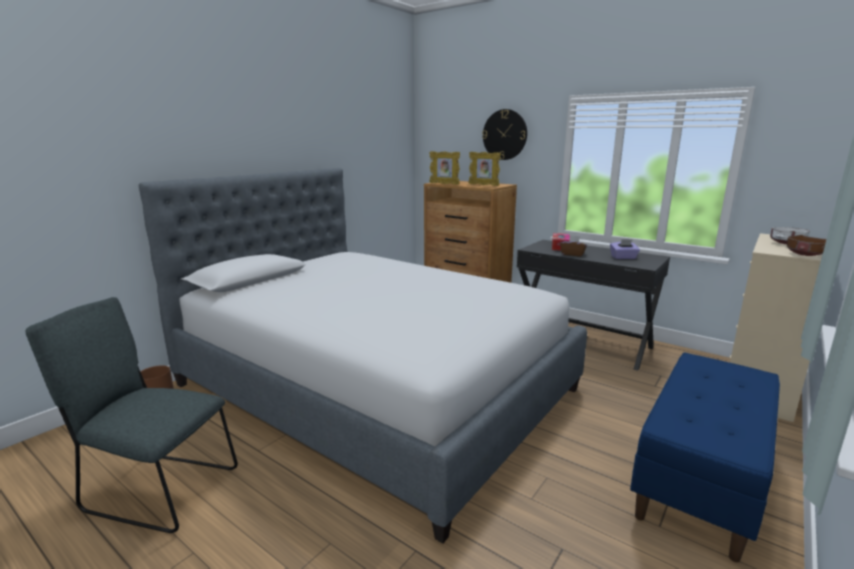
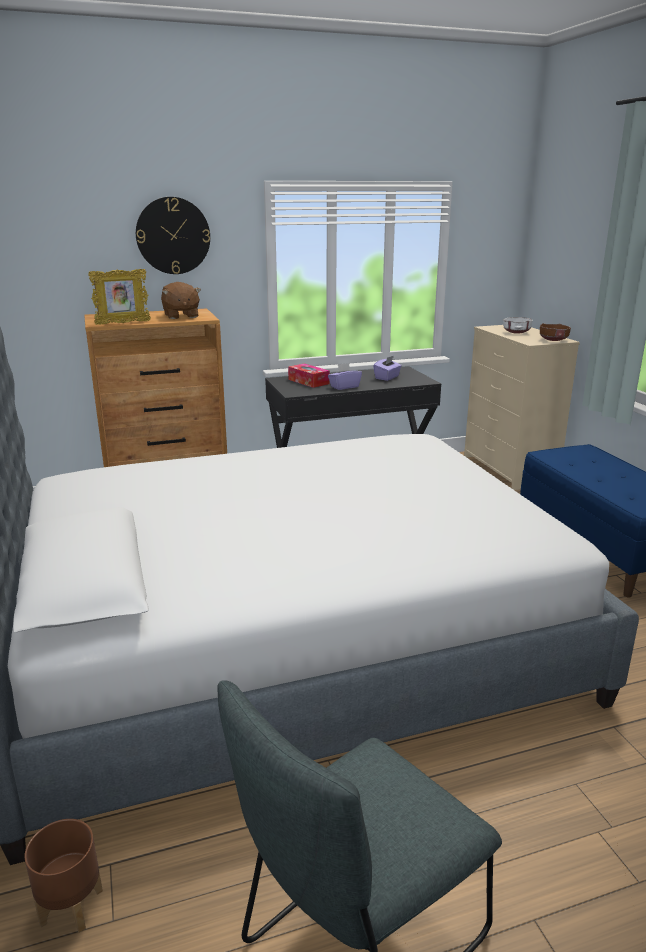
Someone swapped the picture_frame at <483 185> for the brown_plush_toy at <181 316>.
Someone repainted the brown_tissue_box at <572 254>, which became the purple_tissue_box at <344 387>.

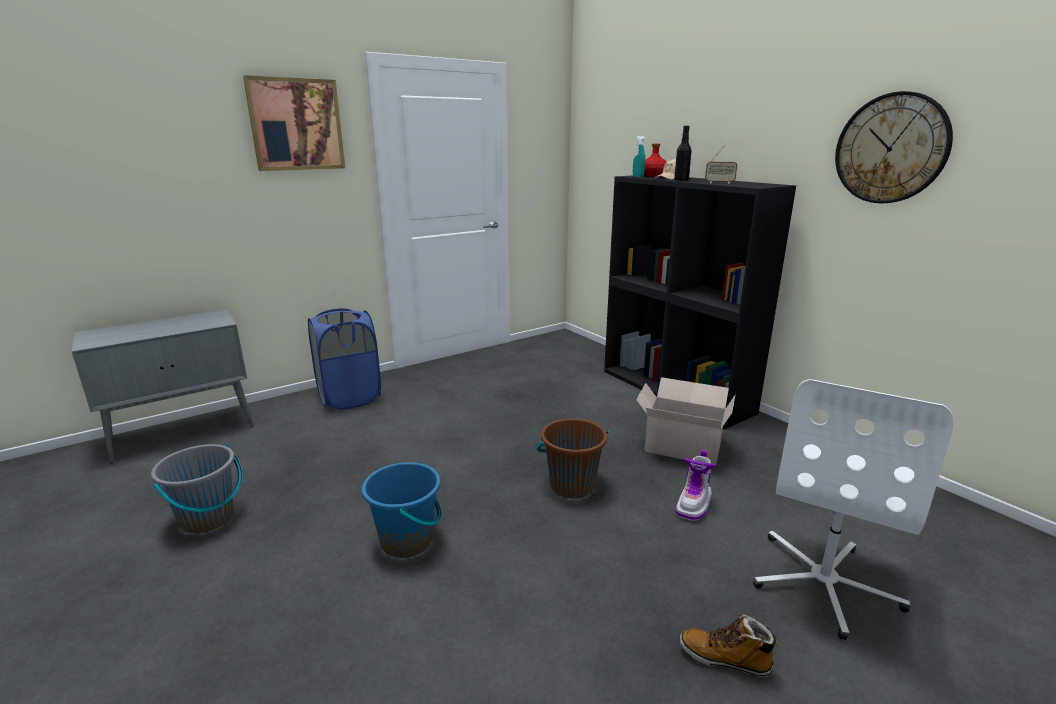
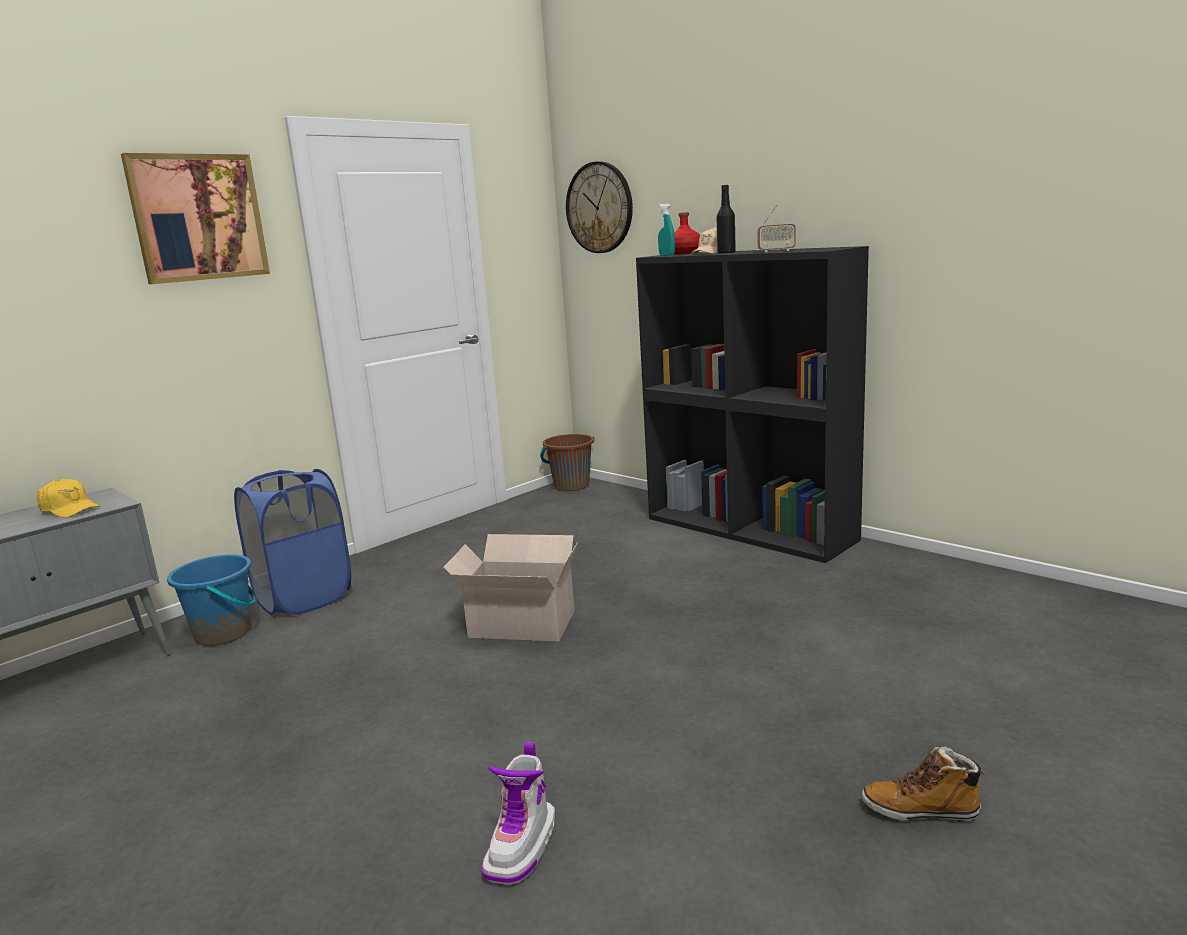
Someone took away the grey_bucket at <207 518>.
Someone carried the blue_bucket from <407 540> to <224 633>.
Someone carried the brown_bucket from <572 485> to <571 486>.
Someone carried the cardboard_box from <680 446> to <519 624>.
Someone carried the boot from <694 504> to <522 847>.
Someone took away the white_office_chair at <824 582>.
Someone carried the wall_clock from <891 149> to <599 208>.
Someone put down the yellow_cap at <69 509>.

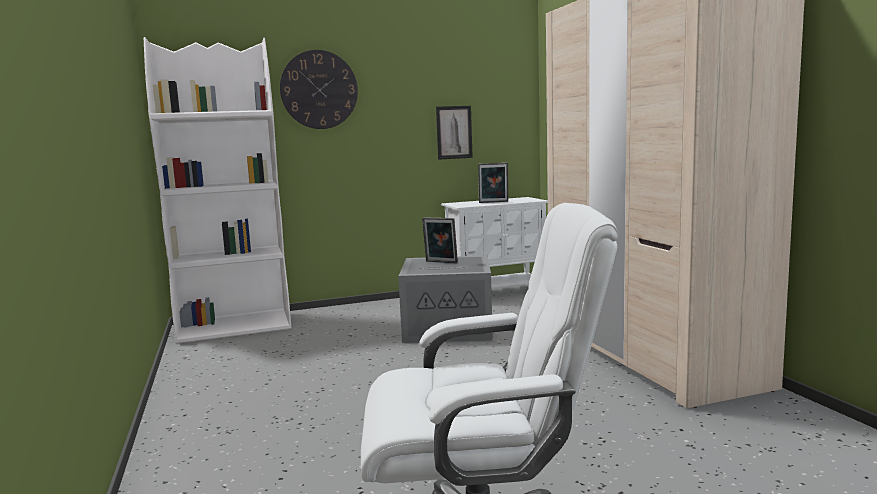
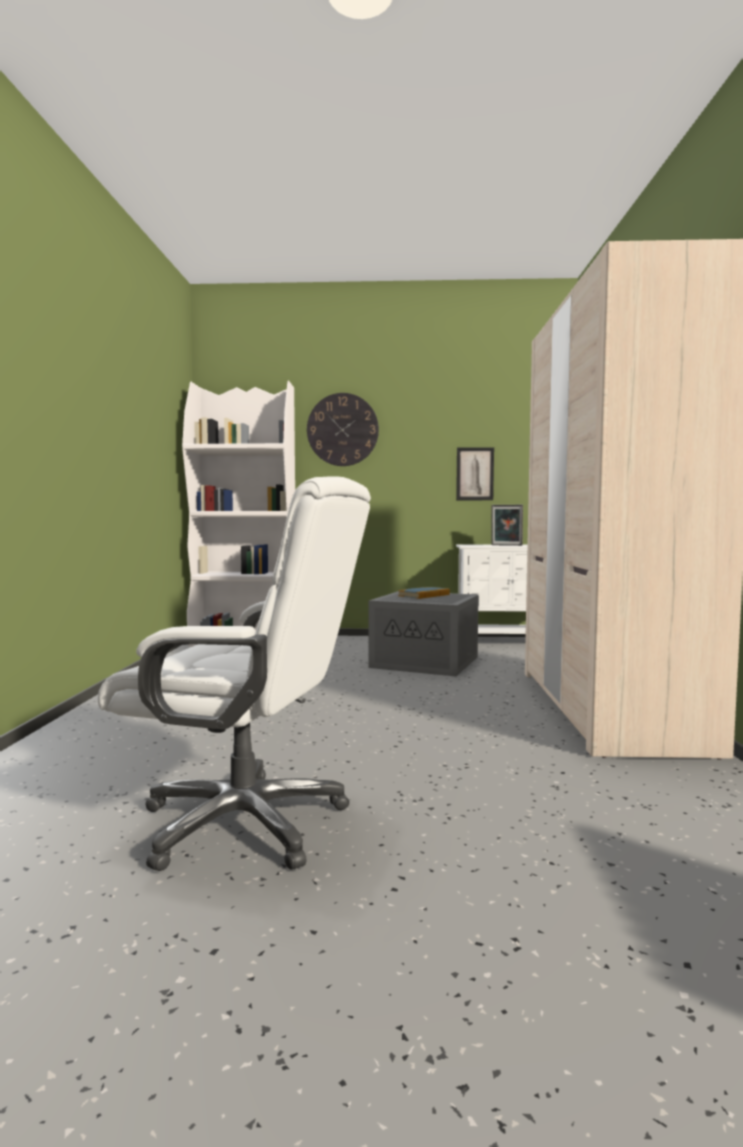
Someone swapped the picture_frame at <440 262> for the book at <424 595>.

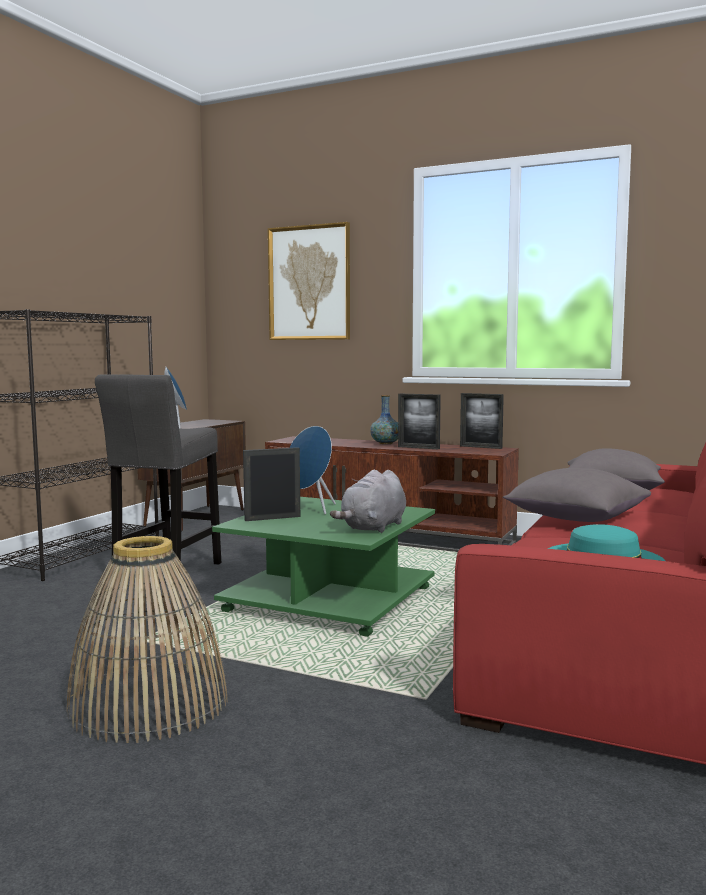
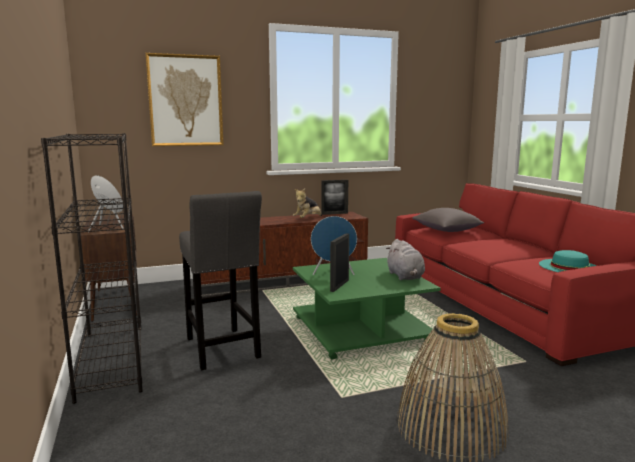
Someone took away the vase at <386 443>.
Someone swapped the picture_frame at <418 448> for the plush_toy at <308 219>.
Someone took away the grey_pillow at <576 518>.

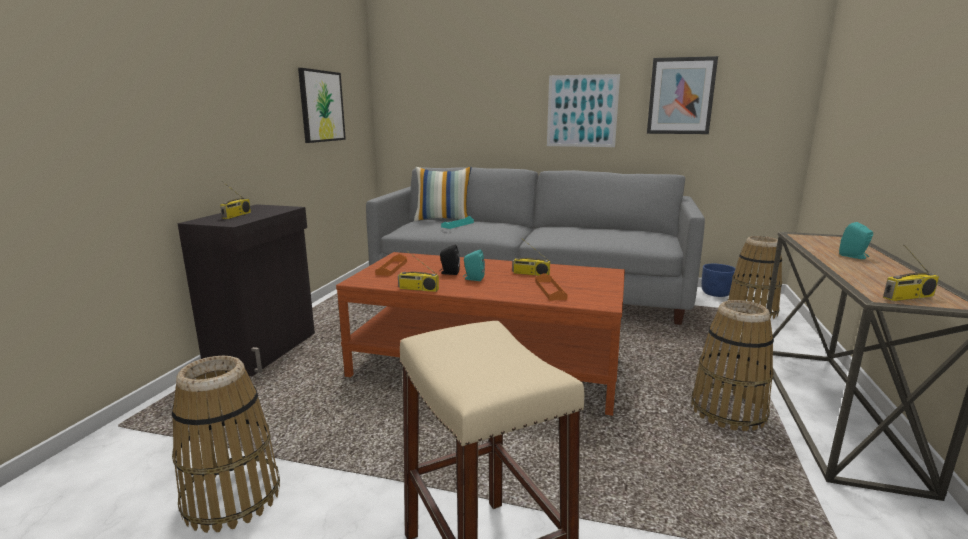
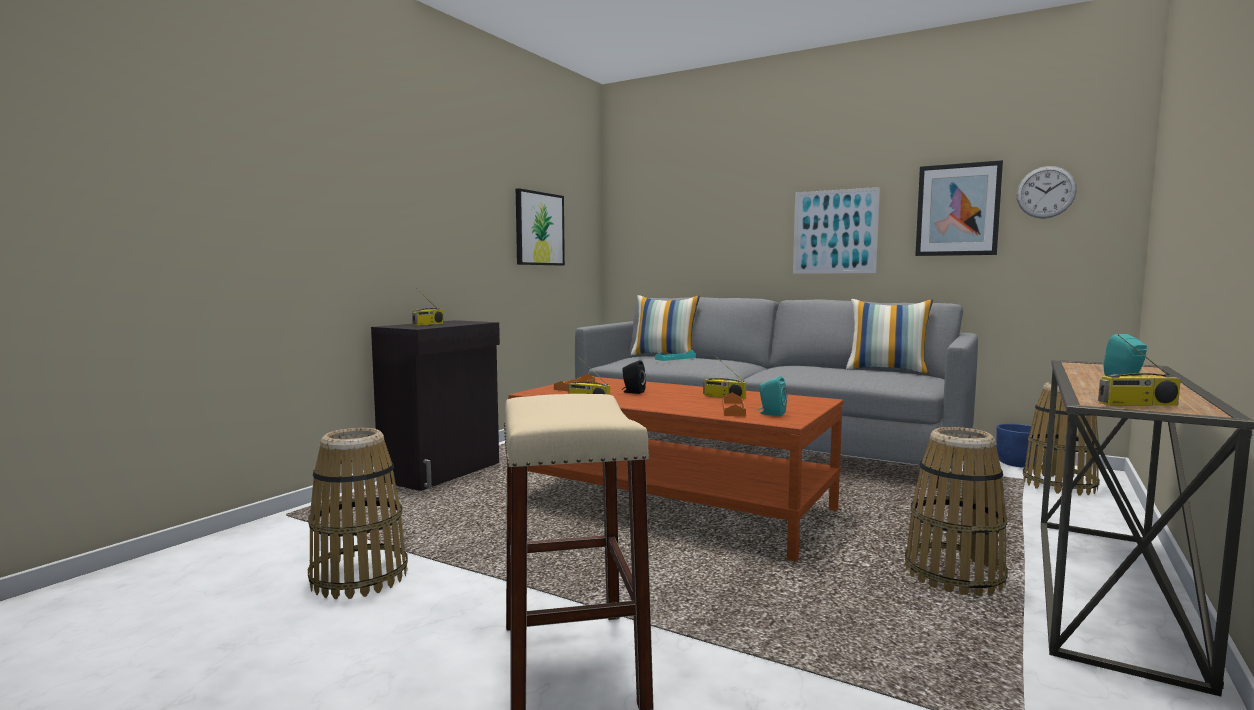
Someone carried the turquoise_speaker from <473 279> to <771 414>.
Someone put down the pillow at <887 370>.
Someone put up the wall_clock at <1046 192>.

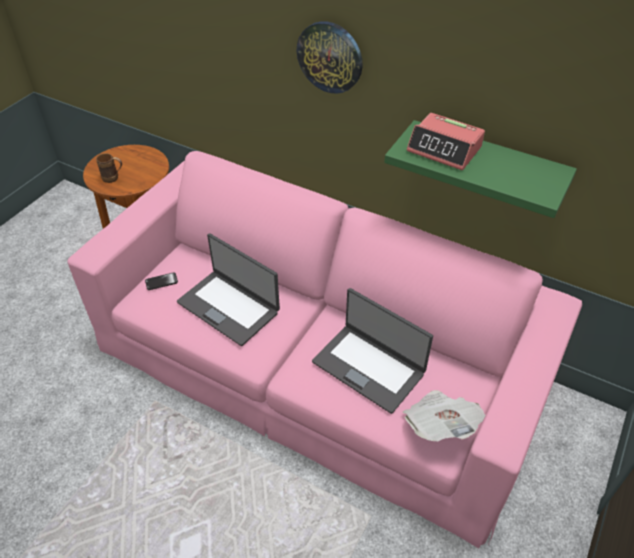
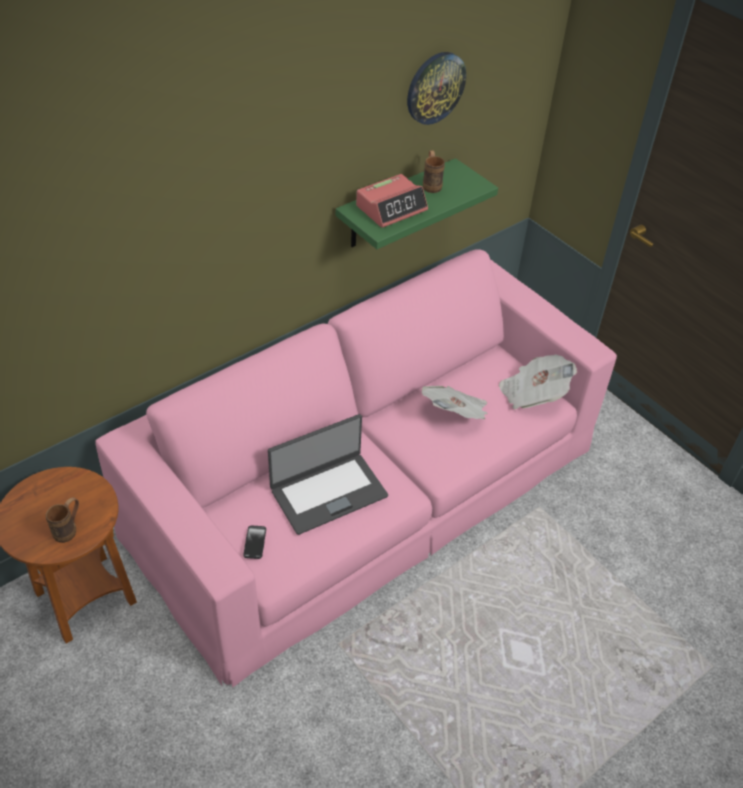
Someone carried the wall_clock from <330 57> to <435 87>.
Someone swapped the laptop at <369 367> for the newspaper at <456 414>.
Someone put down the brown_mug at <431 184>.

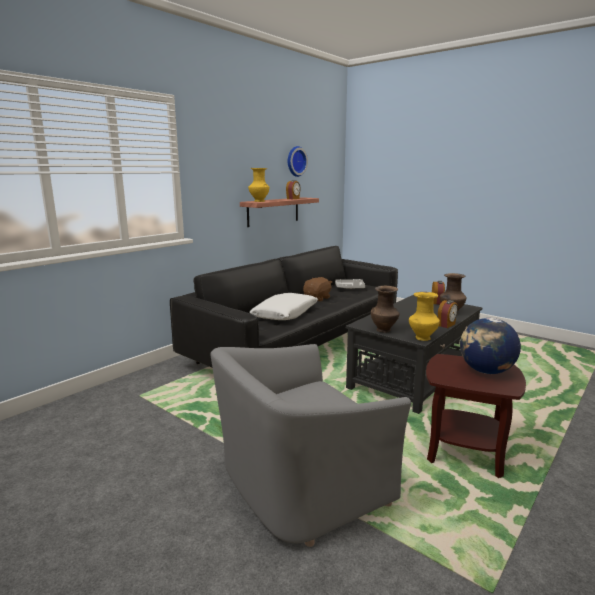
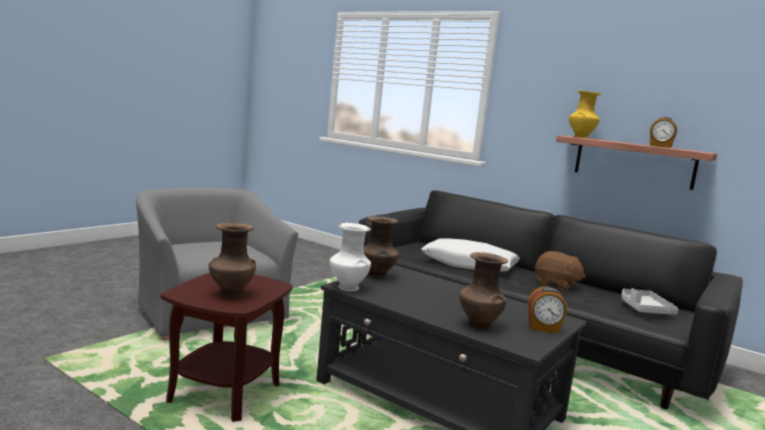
Someone took away the wall_clock at <295 161>.
Someone repainted the yellow_vase at <422 338>, which became the white_vase at <347 287>.
Someone took away the alarm_clock at <446 325>.
Someone swapped the globe at <486 371> for the brown_vase at <230 294>.

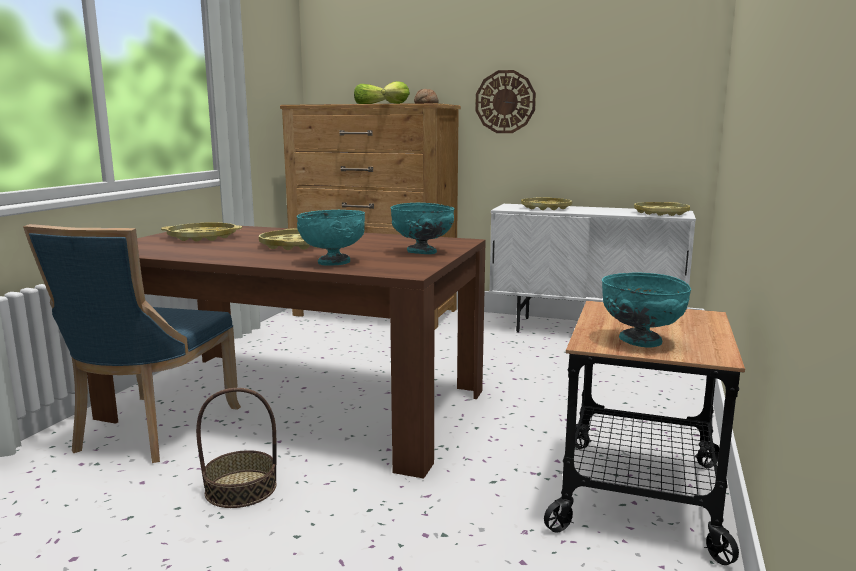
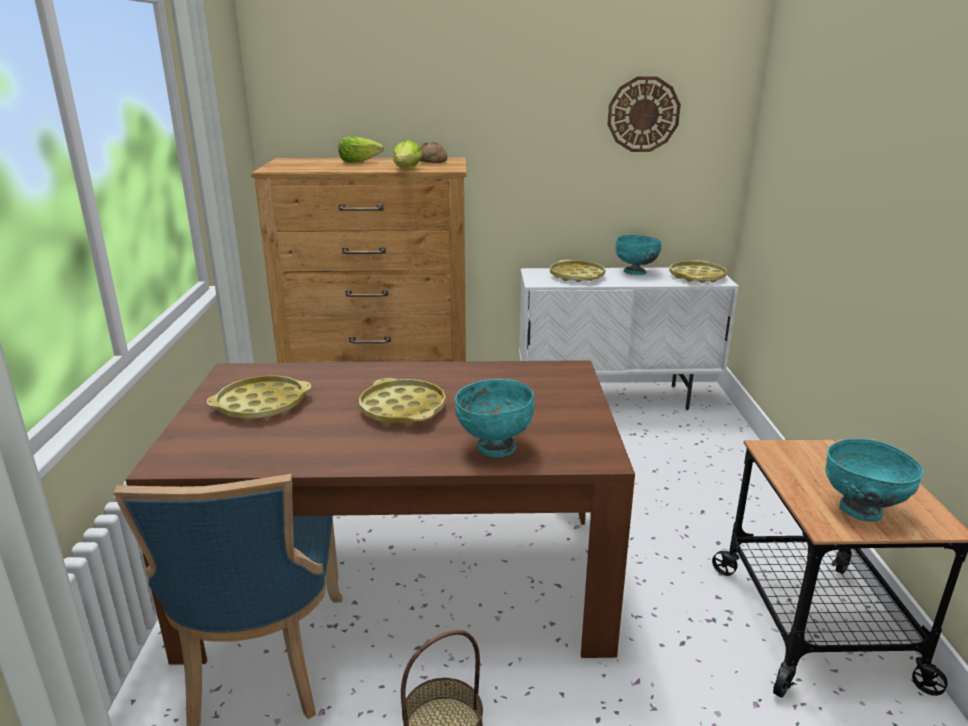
Someone carried the turquoise_bowl from <422 252> to <635 272>.
Someone carried the wall_clock from <505 102> to <643 114>.

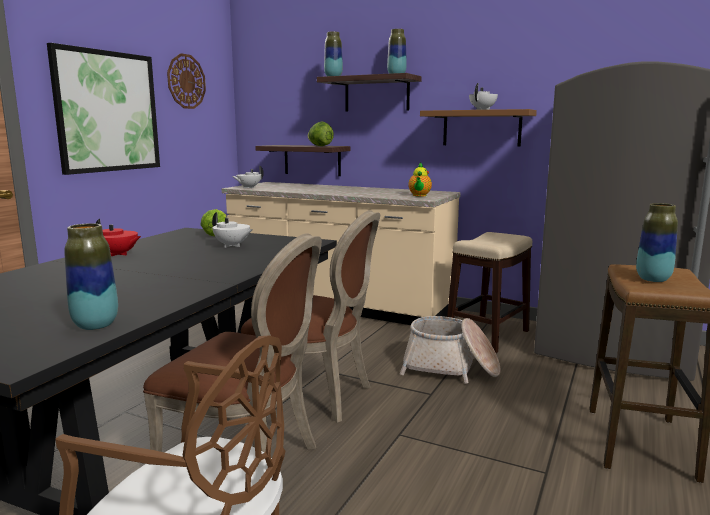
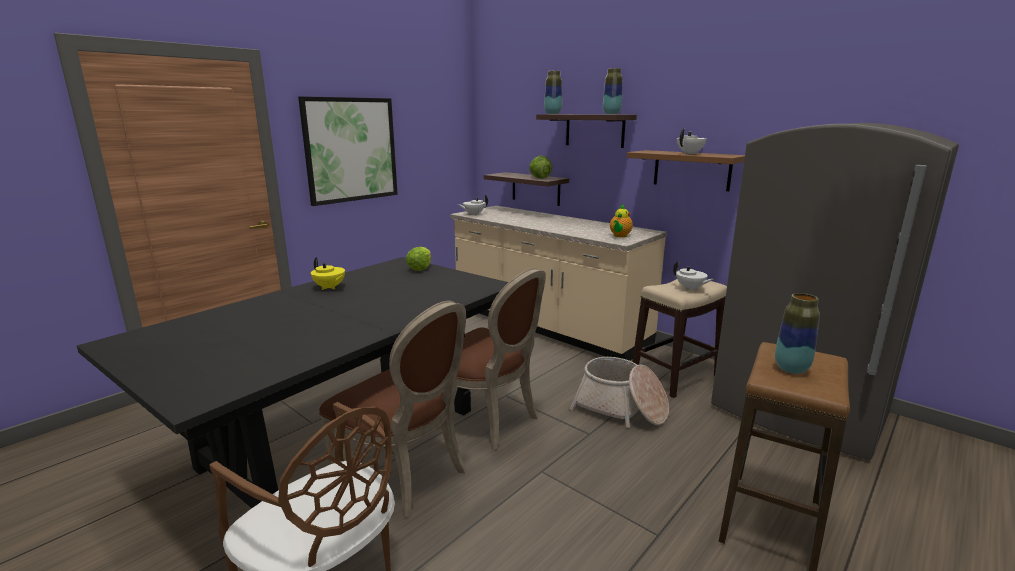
Someone took away the vase at <95 325>.
Someone repainted the red_teapot at <118 254>, which became the yellow_teapot at <329 287>.
Someone took away the wall_clock at <186 81>.
Someone carried the white_teapot from <232 245> to <690 289>.

